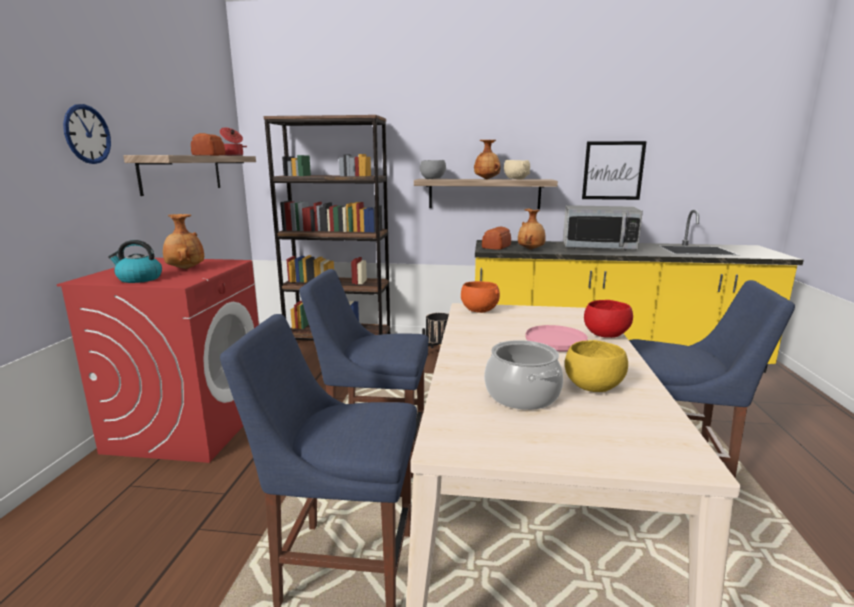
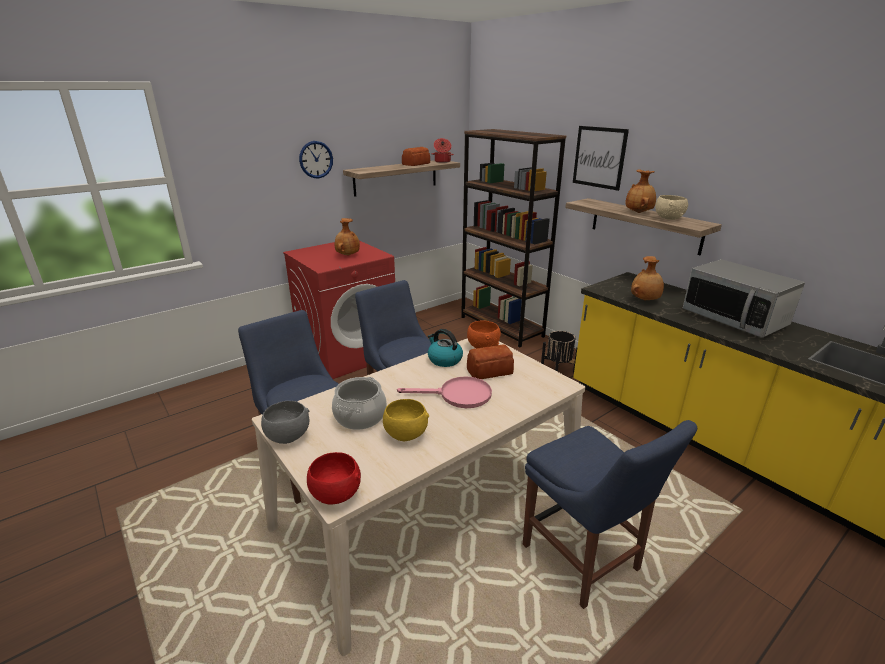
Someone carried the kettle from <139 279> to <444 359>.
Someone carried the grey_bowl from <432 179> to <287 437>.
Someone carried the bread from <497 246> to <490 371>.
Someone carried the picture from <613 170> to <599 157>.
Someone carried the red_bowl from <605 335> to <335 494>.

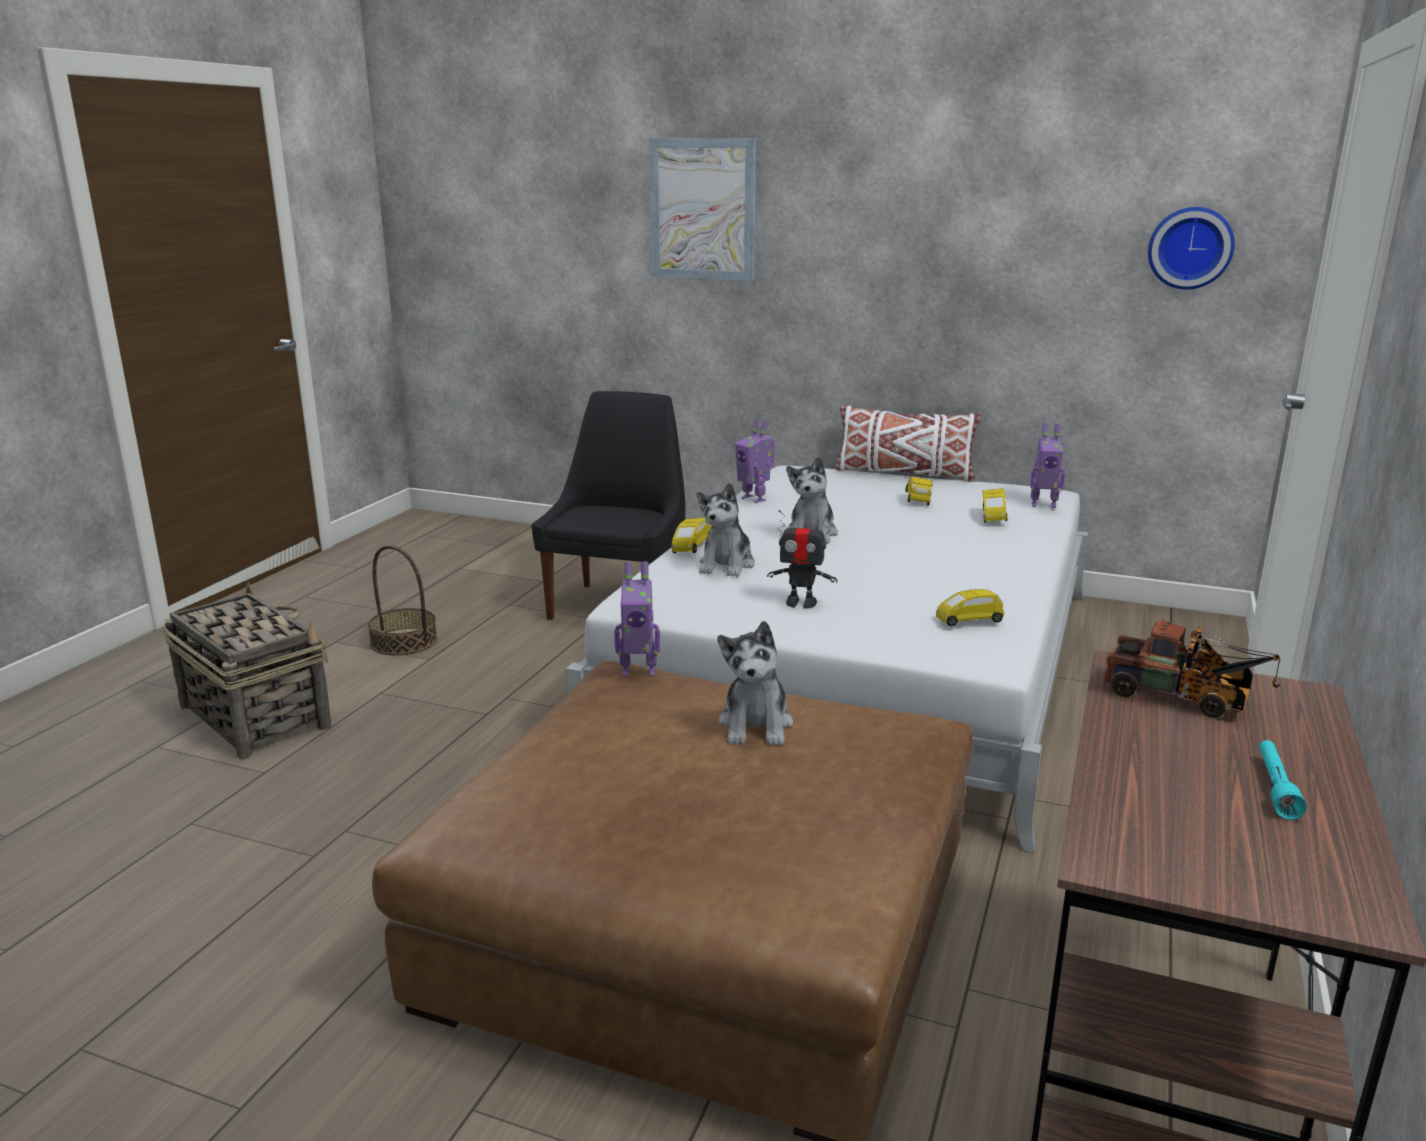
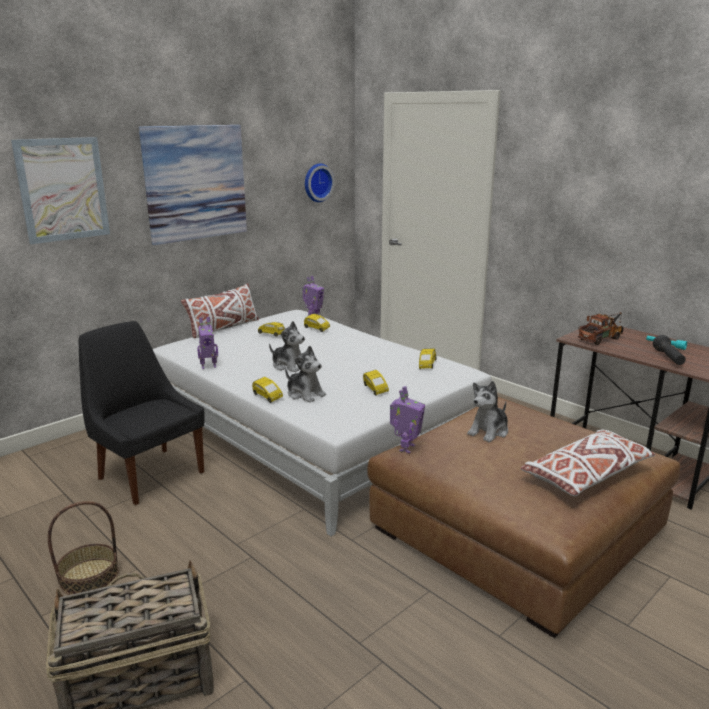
Someone rotated the plush_toy at <756 725> by 105 degrees clockwise.
Someone swapped the toy_robot at <801 603> for the yellow_toy_car at <375 389>.
Someone put up the picture at <195 183>.
Someone put down the white_pillow at <586 475>.
Someone put down the black_flashlight at <668 358>.

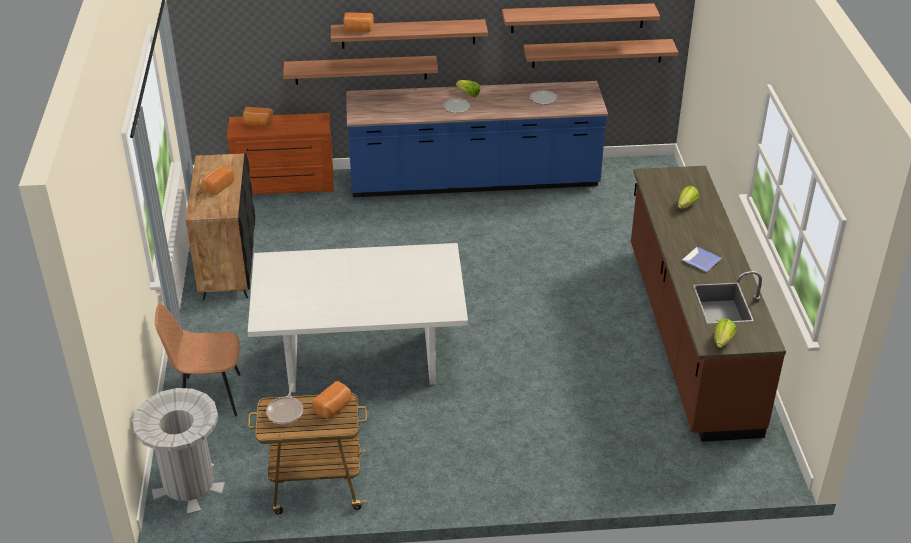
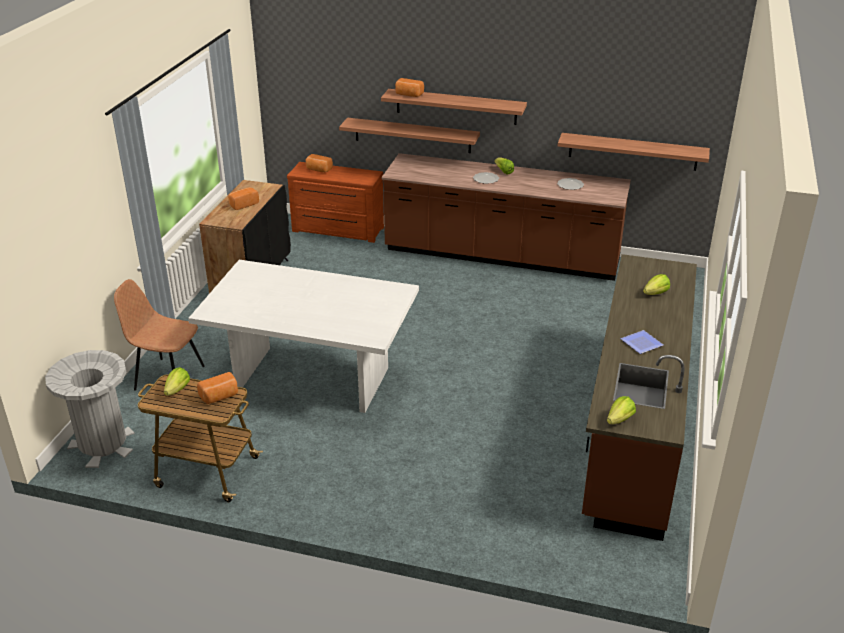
Someone swapped the frying_pan at <286 411> for the lettuce at <177 390>.
Someone repainted the blue_counter at <474 181>, which became the brown_counter at <501 256>.
Someone took away the shelf at <577 18>.

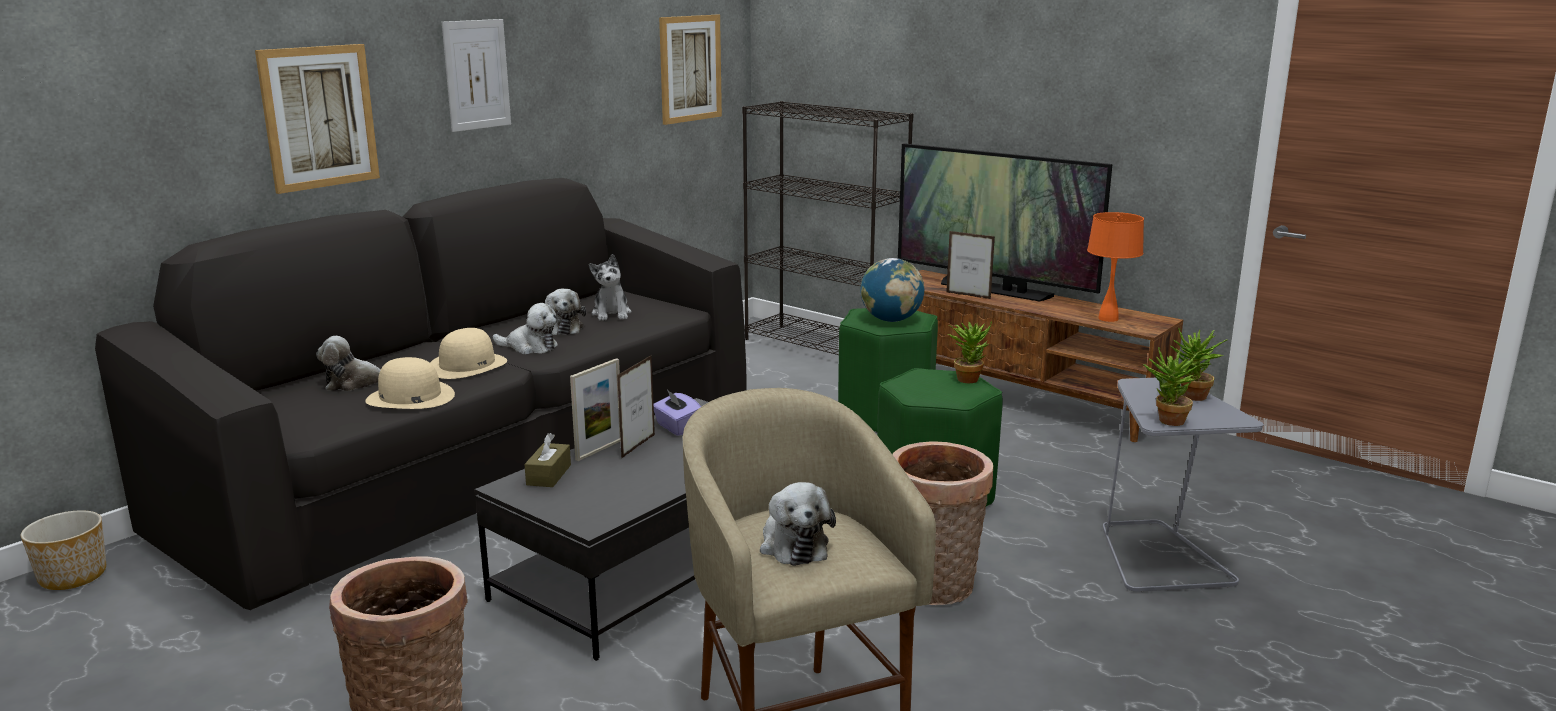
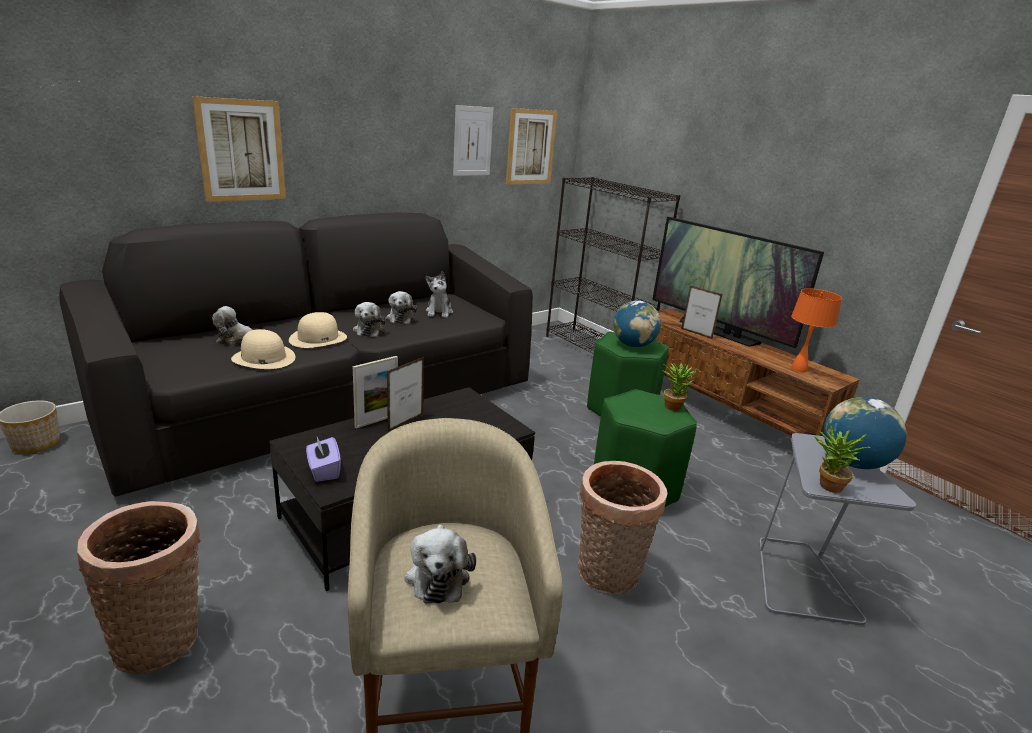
Someone carried the picture from <476 74> to <472 141>.
Someone rotated the plush_toy at <530 347> by 60 degrees clockwise.
Someone took away the brown_tissue_box at <549 475>.
Someone carried the purple_tissue_box from <677 427> to <324 470>.
Someone swapped the potted_plant at <1191 397> for the globe at <852 463>.

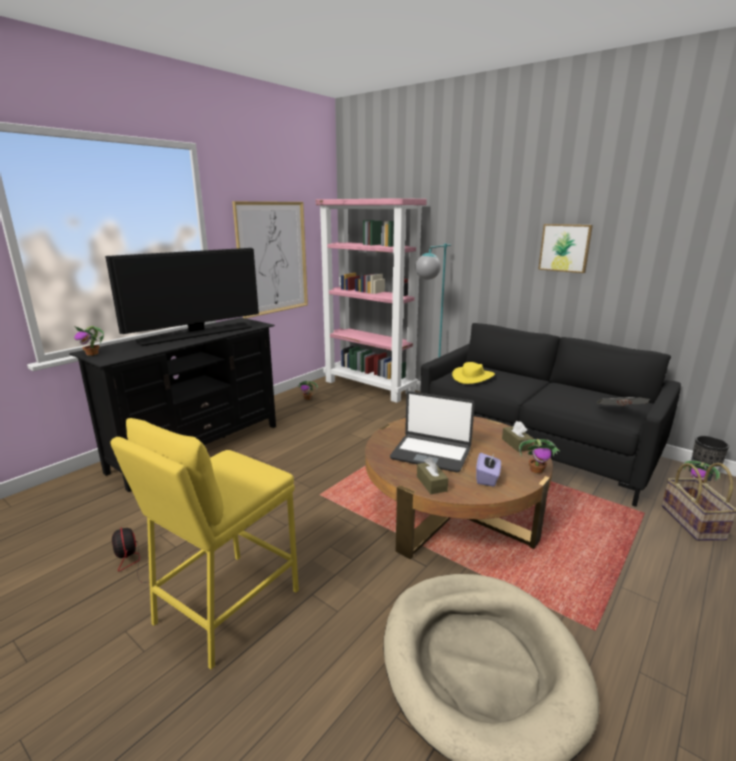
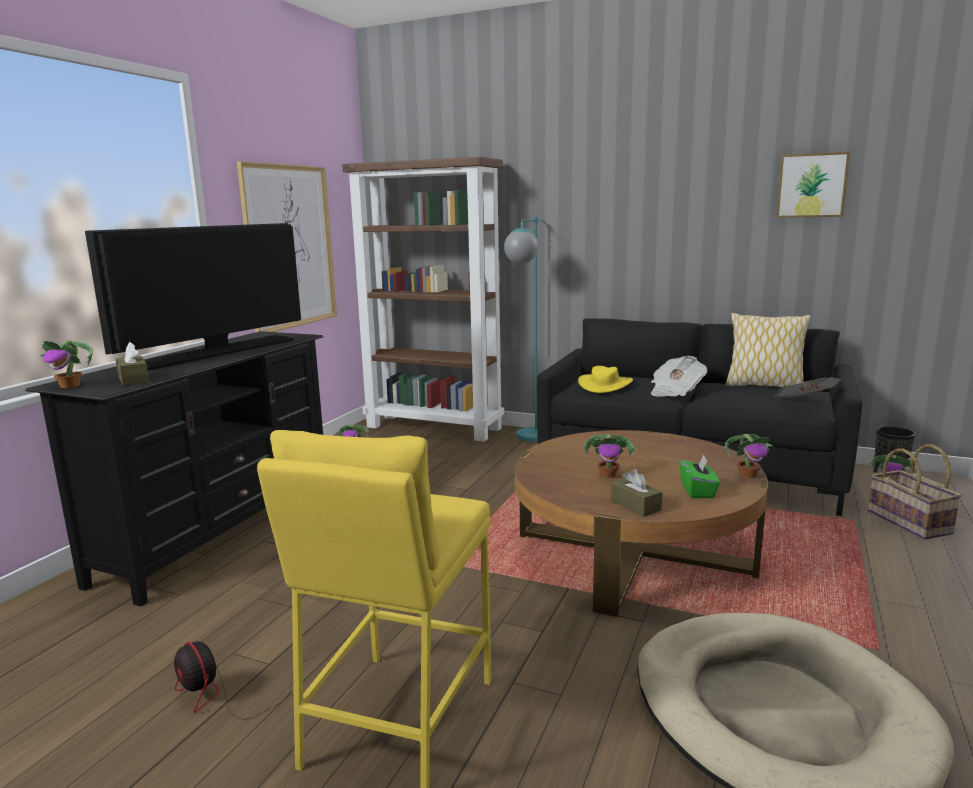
Someone repainted the pink_bookcase at <370 387>, which became the brown_bookcase at <435 427>.
Someone swapped the laptop at <431 453> for the potted_plant at <608 475>.
Someone repainted the purple_tissue_box at <487 478>, which became the green_tissue_box at <698 491>.
Someone carried the brown_tissue_box from <516 444> to <133 379>.
Someone carried the picture from <565 247> to <811 185>.
Someone put down the newspaper at <675 392>.
Someone put down the pillow at <763 386>.

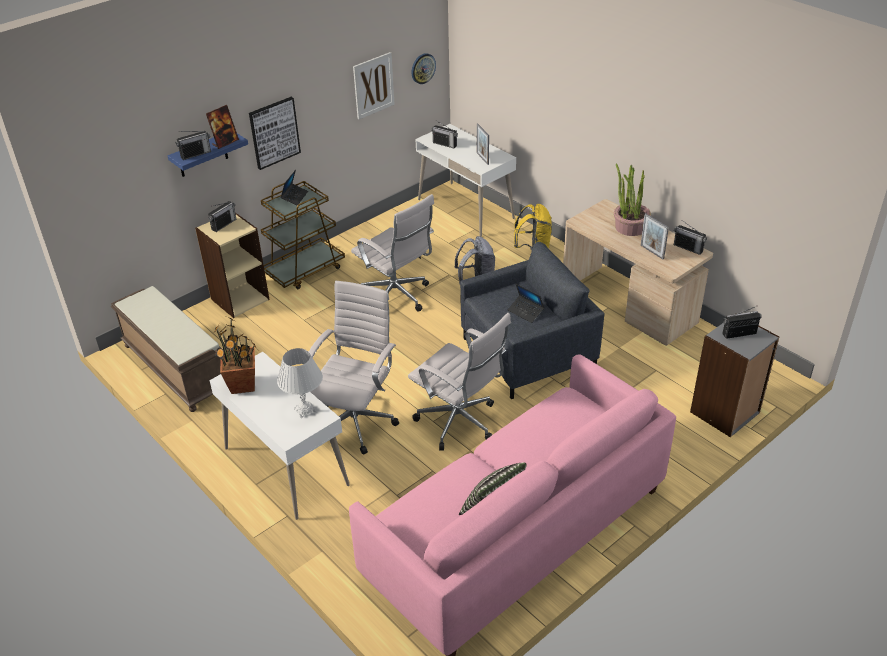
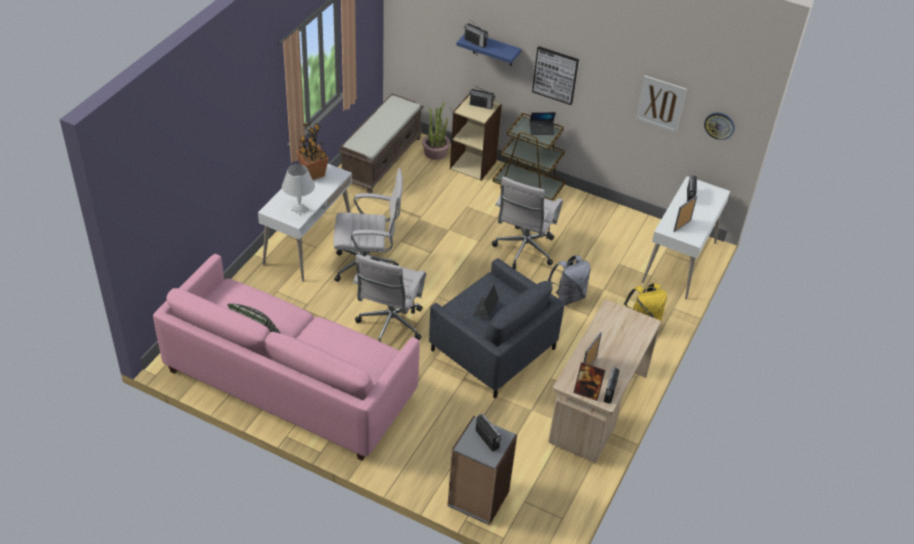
Someone carried the picture_frame from <225 142> to <587 392>.
Someone carried the potted_plant from <630 227> to <435 152>.

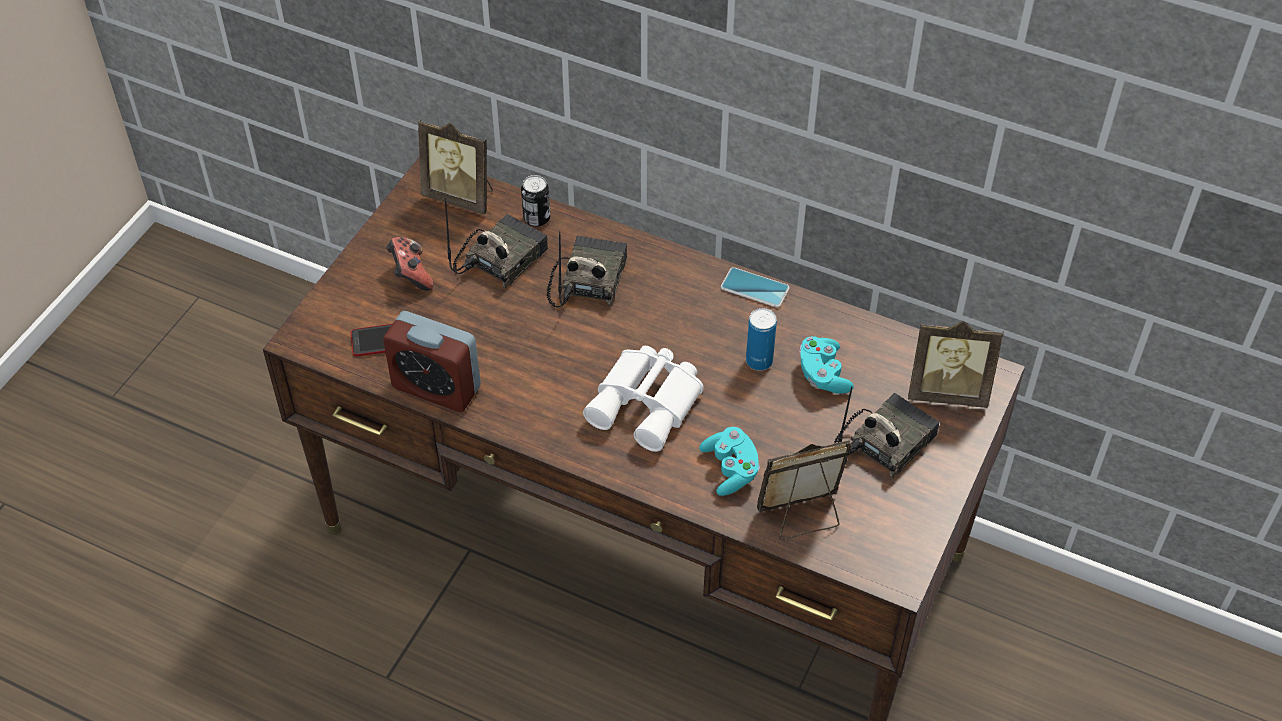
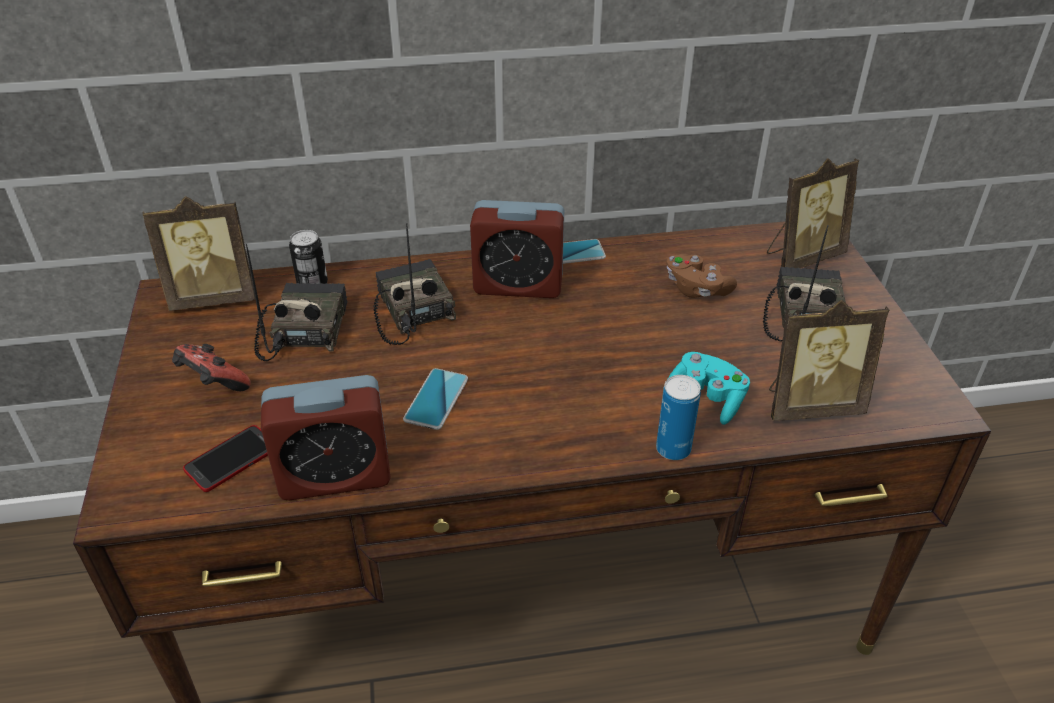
Someone took away the white_binoculars at <649 403>.
Someone carried the can from <759 361> to <673 449>.
Someone rotated the picture_frame at <802 517> by 135 degrees counterclockwise.
Someone repainted the turquoise_game_controller at <823 374>, which became the brown_game_controller at <696 289>.
Someone put down the phone at <436 399>.
Someone put down the alarm_clock at <518 285>.

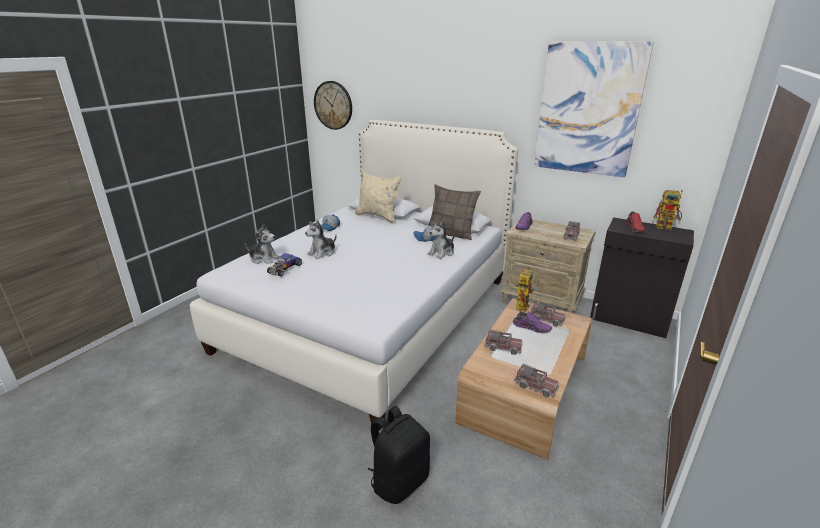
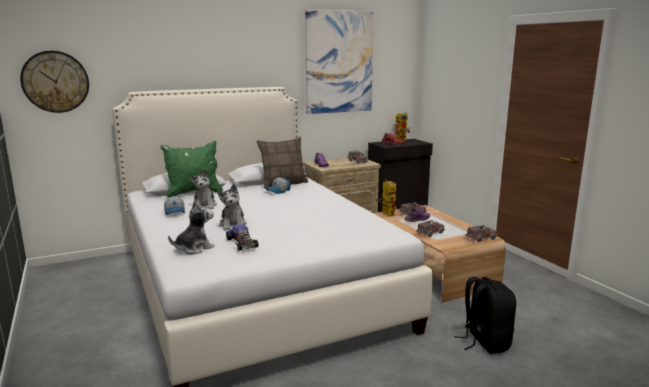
Someone repainted the beige_pillow at <378 217>, which became the green_pillow at <193 193>.
Someone carried the plush_toy from <442 253> to <205 206>.

